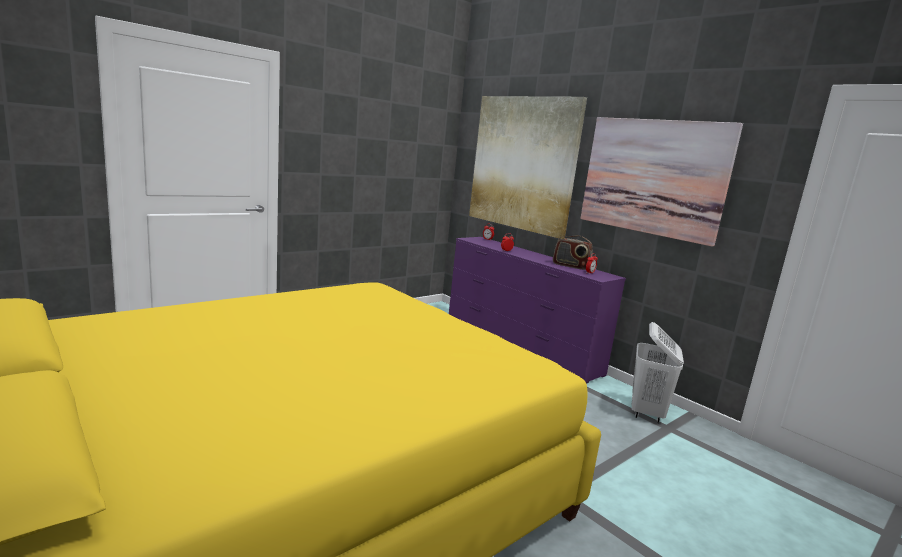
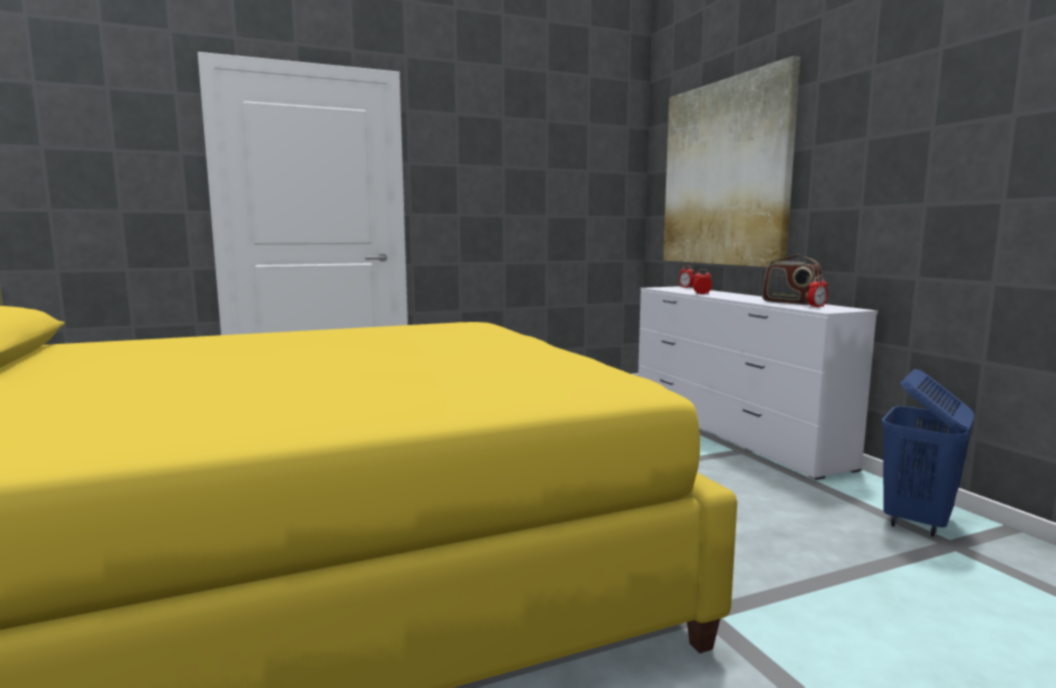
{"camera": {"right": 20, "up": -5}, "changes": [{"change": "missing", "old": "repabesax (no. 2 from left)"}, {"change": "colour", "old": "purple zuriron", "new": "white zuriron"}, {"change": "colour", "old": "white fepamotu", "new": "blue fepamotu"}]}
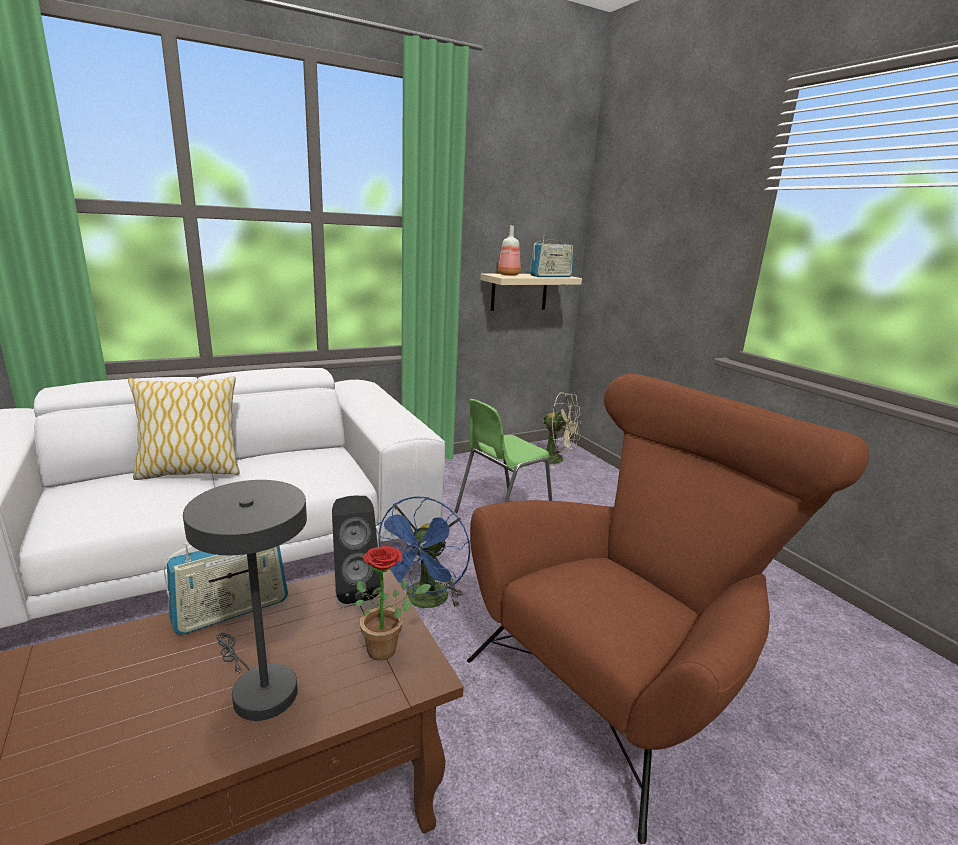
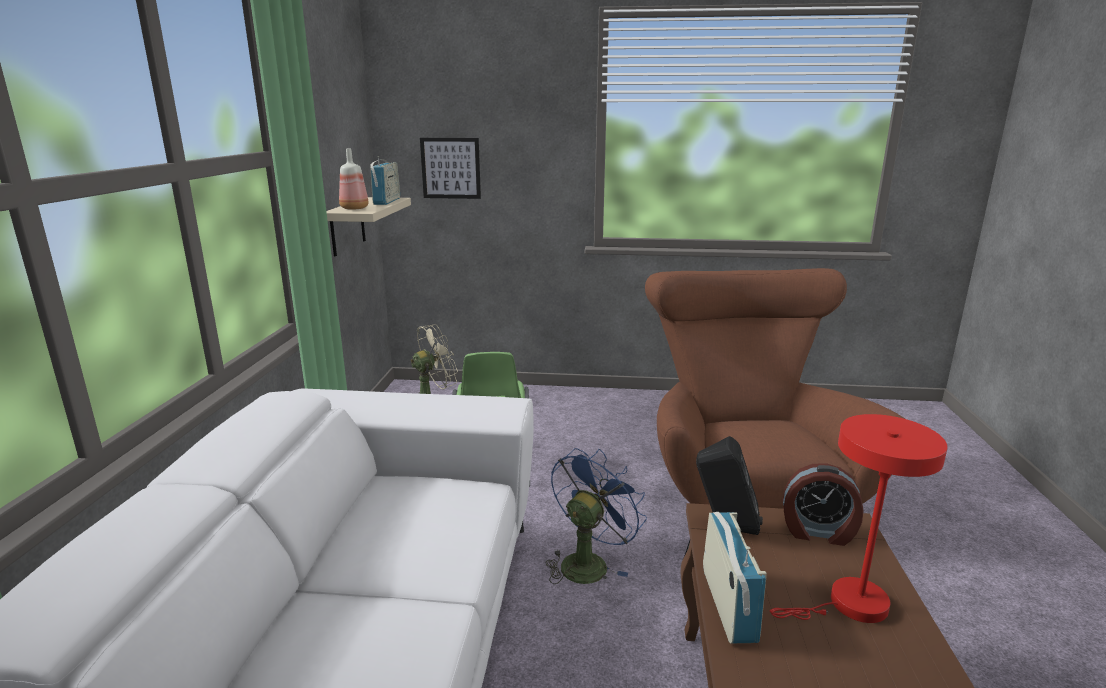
{"camera": {"right": -55, "up": 0}, "changes": [{"change": "missing", "old": "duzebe"}, {"change": "colour", "old": "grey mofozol", "new": "red mofozol"}, {"change": "spun", "old": "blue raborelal", "degrees": -105}, {"change": "exchanged", "old": "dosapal", "new": "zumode"}, {"change": "appeared", "new": "repabesax"}]}
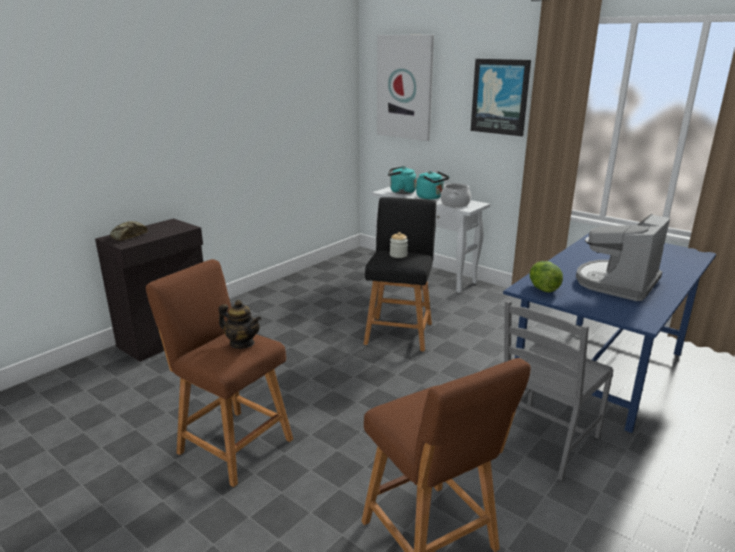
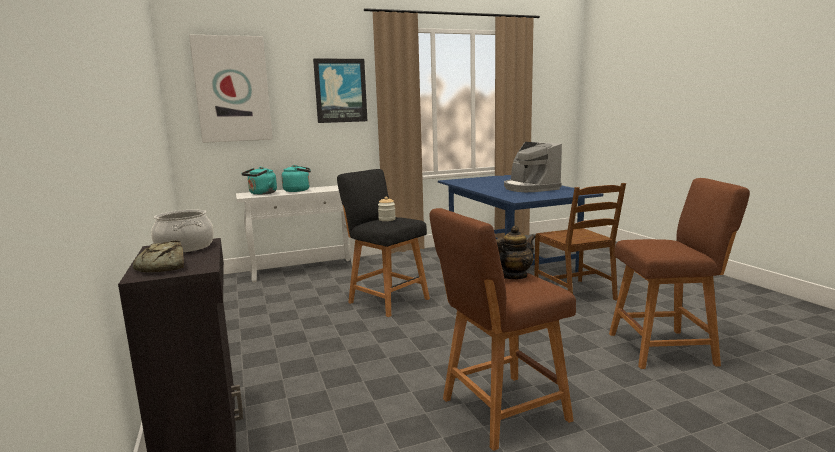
{"camera": {"right": -60, "up": -10}, "changes": [{"change": "relocated", "old": "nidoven"}, {"change": "missing", "old": "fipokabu"}, {"change": "colour", "old": "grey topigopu", "new": "brown topigopu"}]}
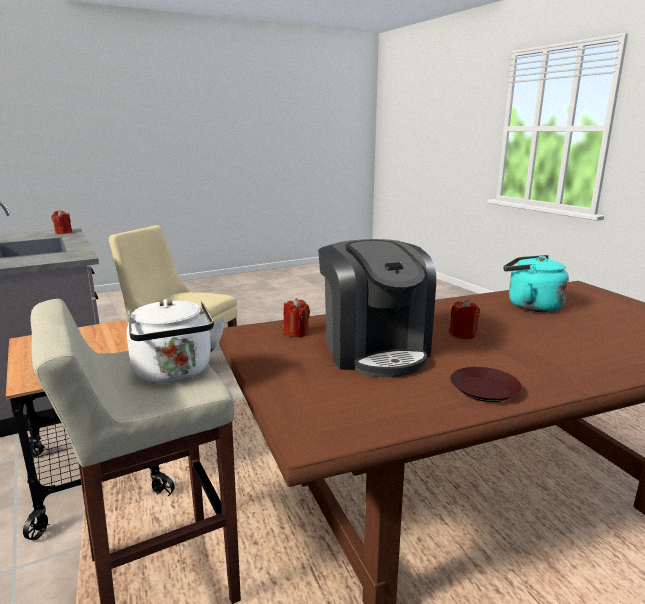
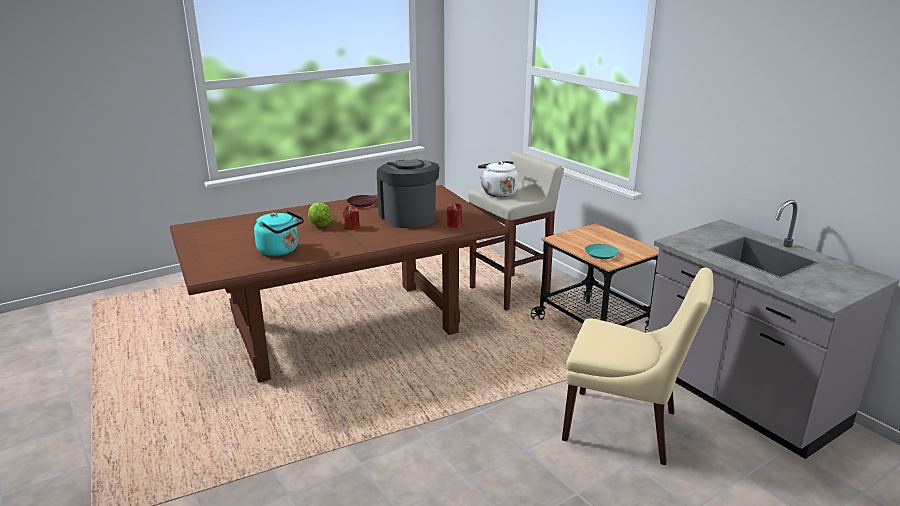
{"camera": {"right": 175, "up": 5}, "changes": [{"change": "missing", "old": "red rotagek (no. 1 from left)"}, {"change": "appeared", "new": "fipokabu"}, {"change": "appeared", "new": "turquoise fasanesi"}]}
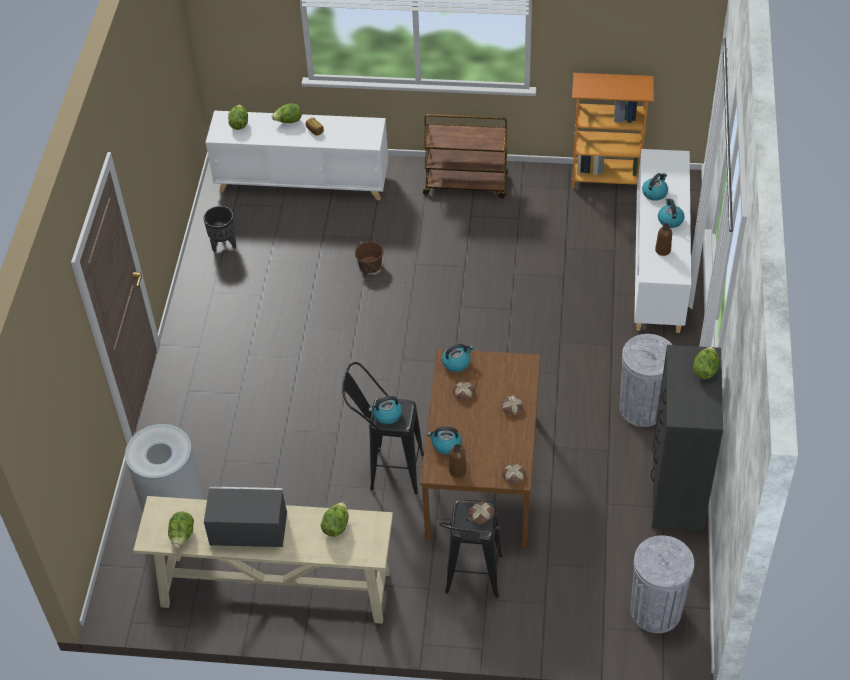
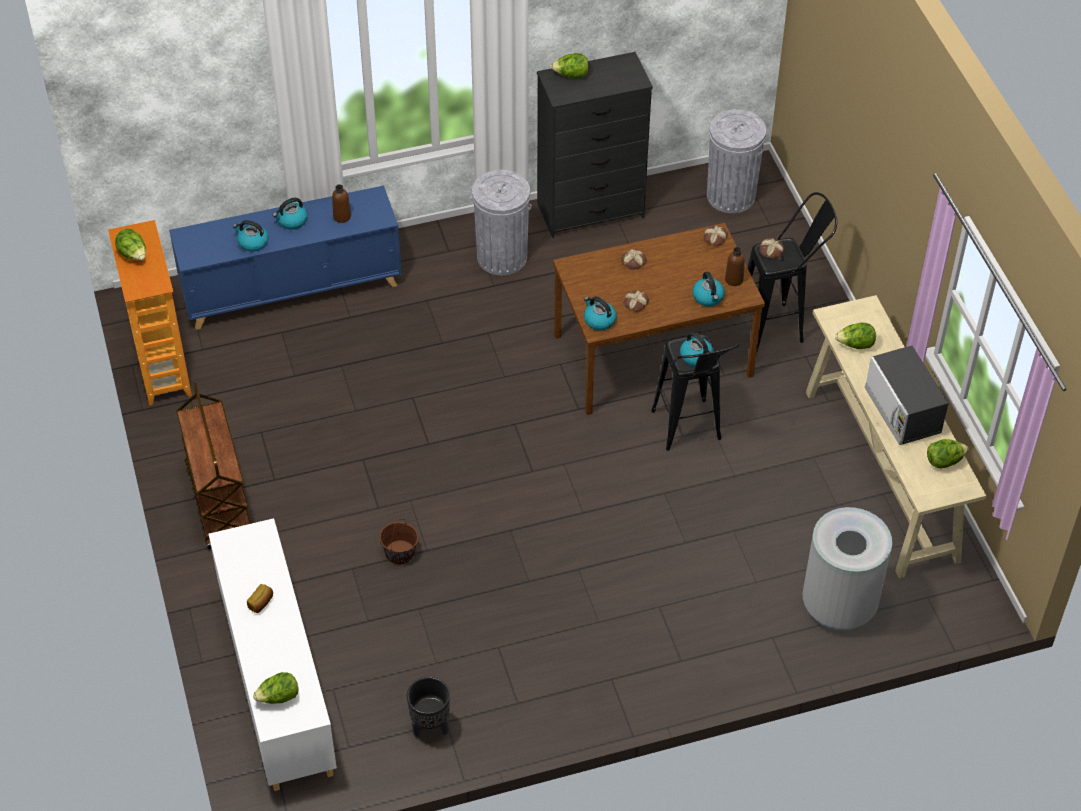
{"camera": {"right": -115, "up": 0}, "changes": [{"change": "relocated", "old": "fipokabu (no. 3 from left in the first image)", "new": "fipokabu (no. 1 from left)"}, {"change": "colour", "old": "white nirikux (no. 2 from left)", "new": "blue nirikux"}]}
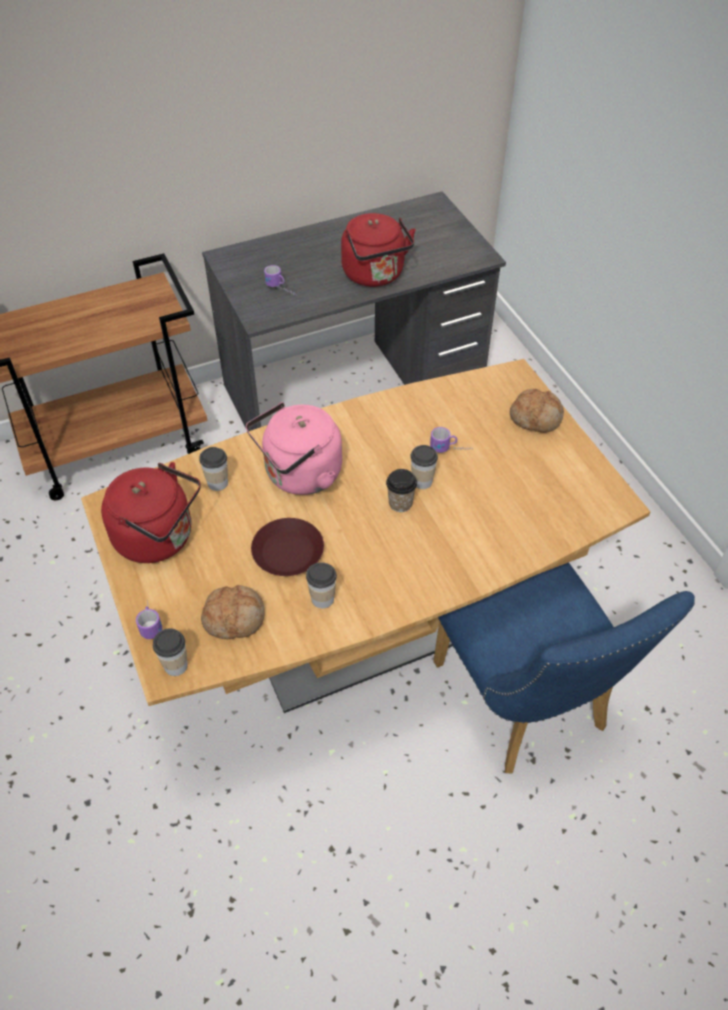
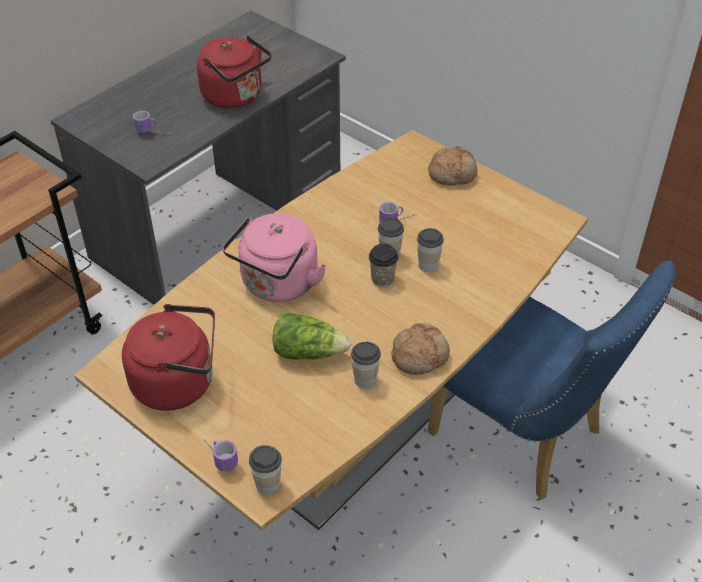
{"camera": {"right": -25, "up": -5}, "changes": [{"change": "relocated", "old": "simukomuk (no. 2 from left in the first image)", "new": "simukomuk (no. 5 from left)"}, {"change": "exchanged", "old": "brown fasanesi", "new": "fipokabu"}, {"change": "relocated", "old": "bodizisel (no. 1 from left)"}]}
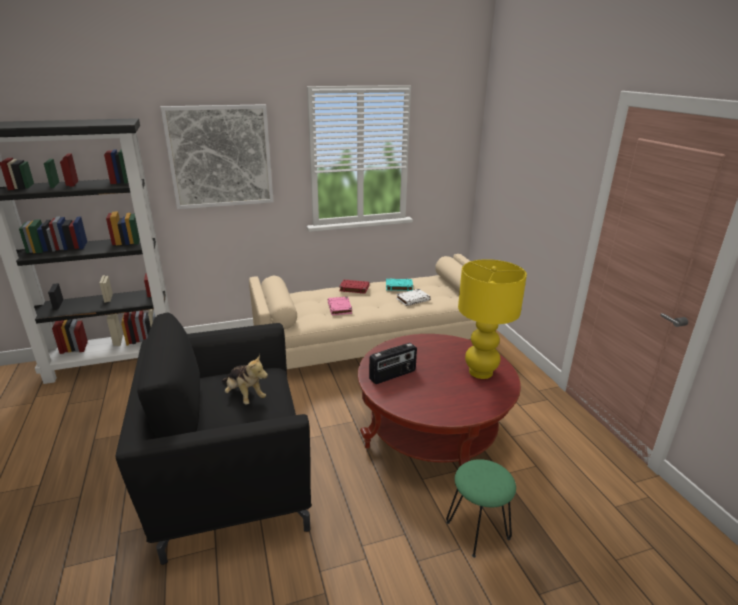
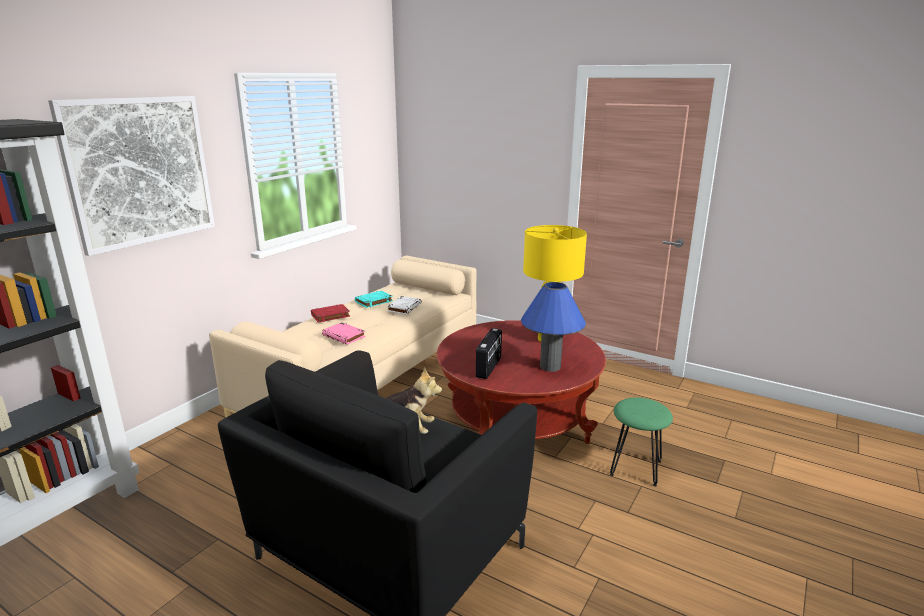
{"camera": {"right": -40, "up": -5}, "changes": [{"change": "appeared", "new": "blue mofozol"}]}
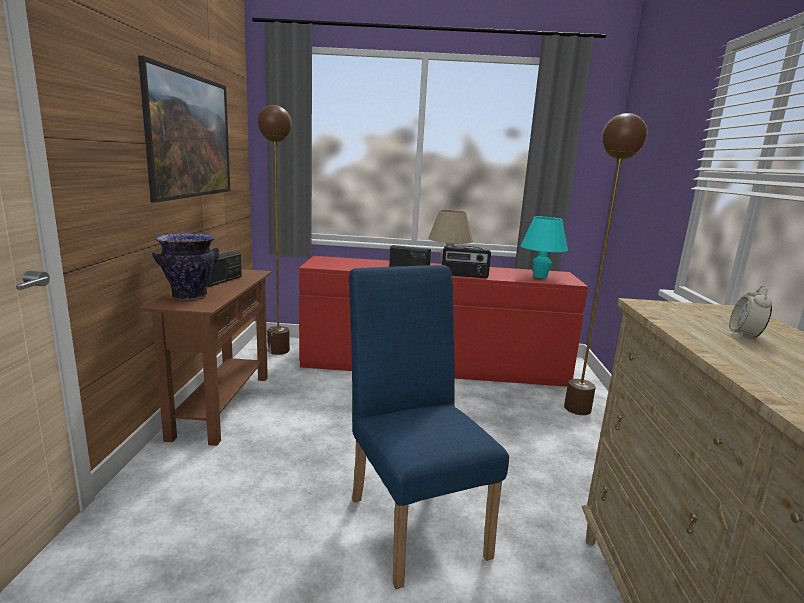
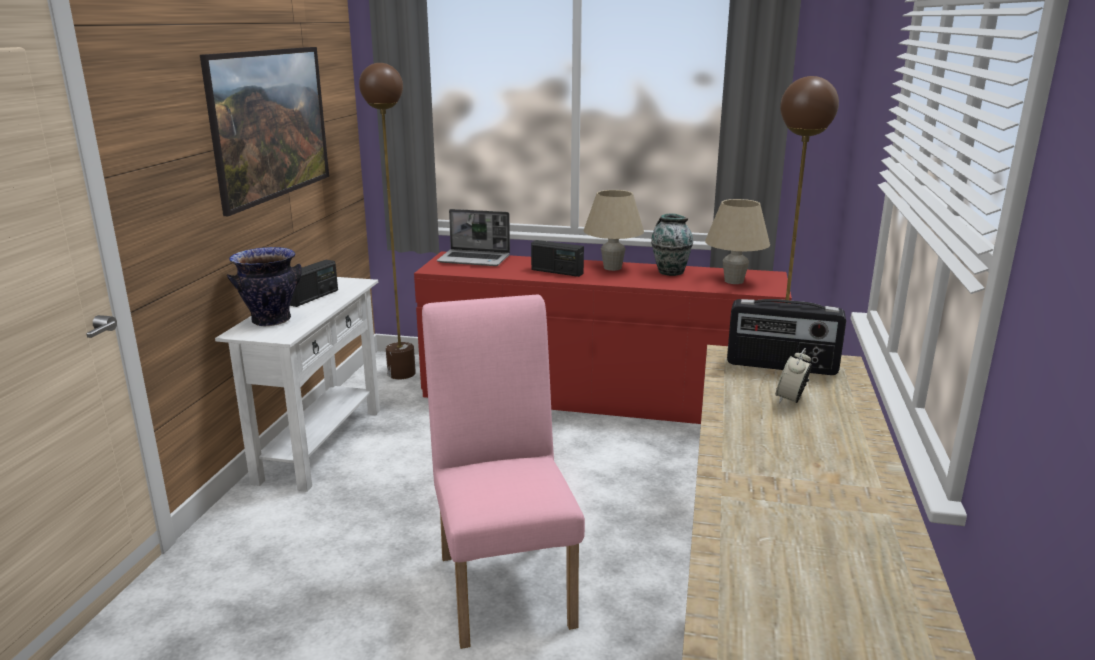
{"camera": {"right": 10, "up": 5}, "changes": [{"change": "colour", "old": "turquoise mofozol", "new": "beige mofozol (no. 2 from left)"}, {"change": "relocated", "old": "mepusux (no. 3 from left)"}, {"change": "colour", "old": "blue topigopu", "new": "pink topigopu"}, {"change": "colour", "old": "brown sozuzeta", "new": "white sozuzeta"}, {"change": "appeared", "new": "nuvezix"}, {"change": "appeared", "new": "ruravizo (no. 2 from left)"}]}
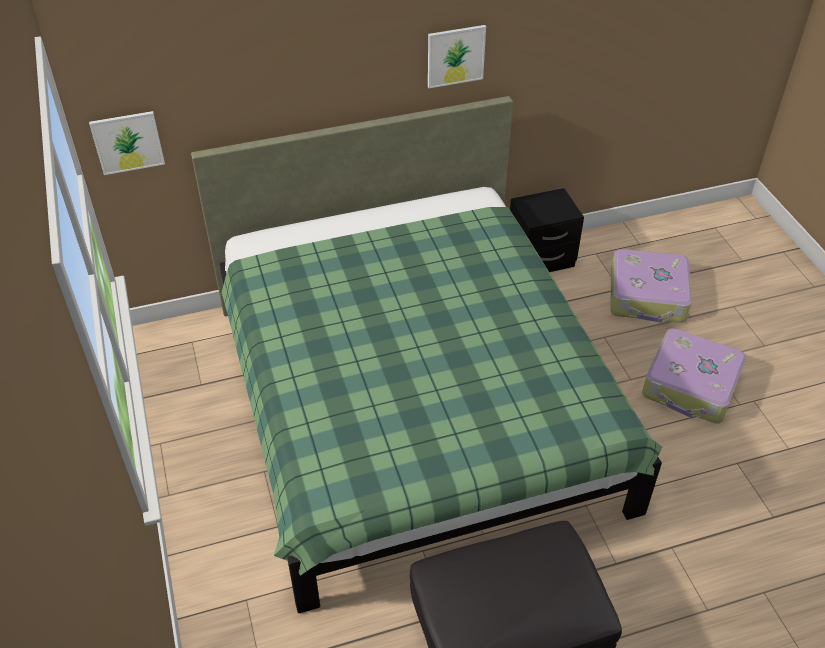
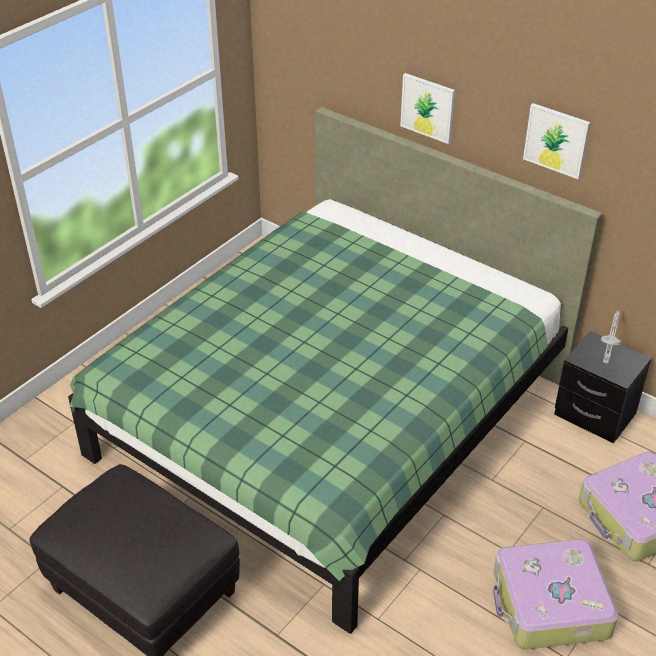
{"camera": {"right": 55, "up": -5}, "changes": [{"change": "relocated", "old": "repabesax (no. 1 from left)"}, {"change": "appeared", "new": "grey mofozol"}]}
